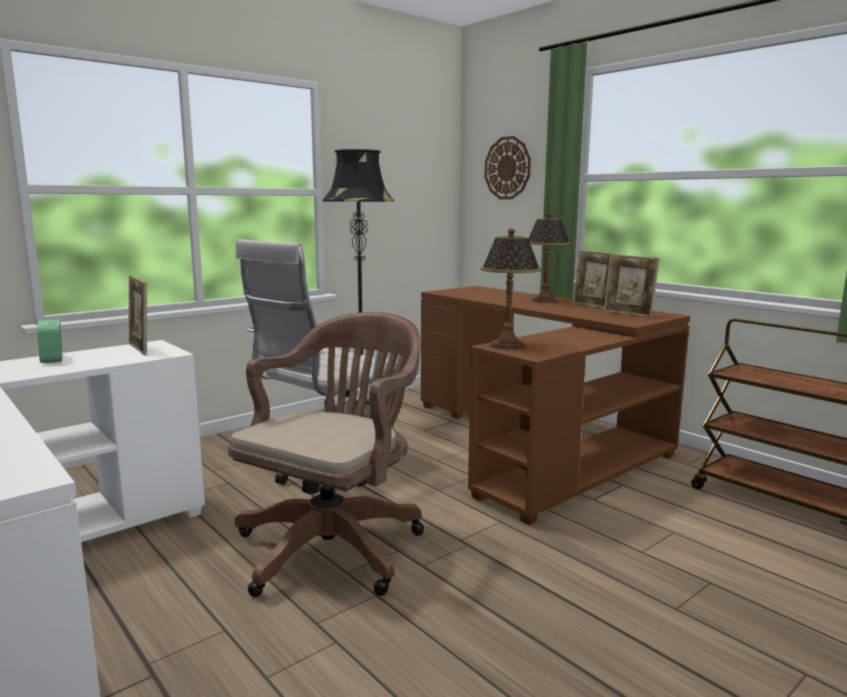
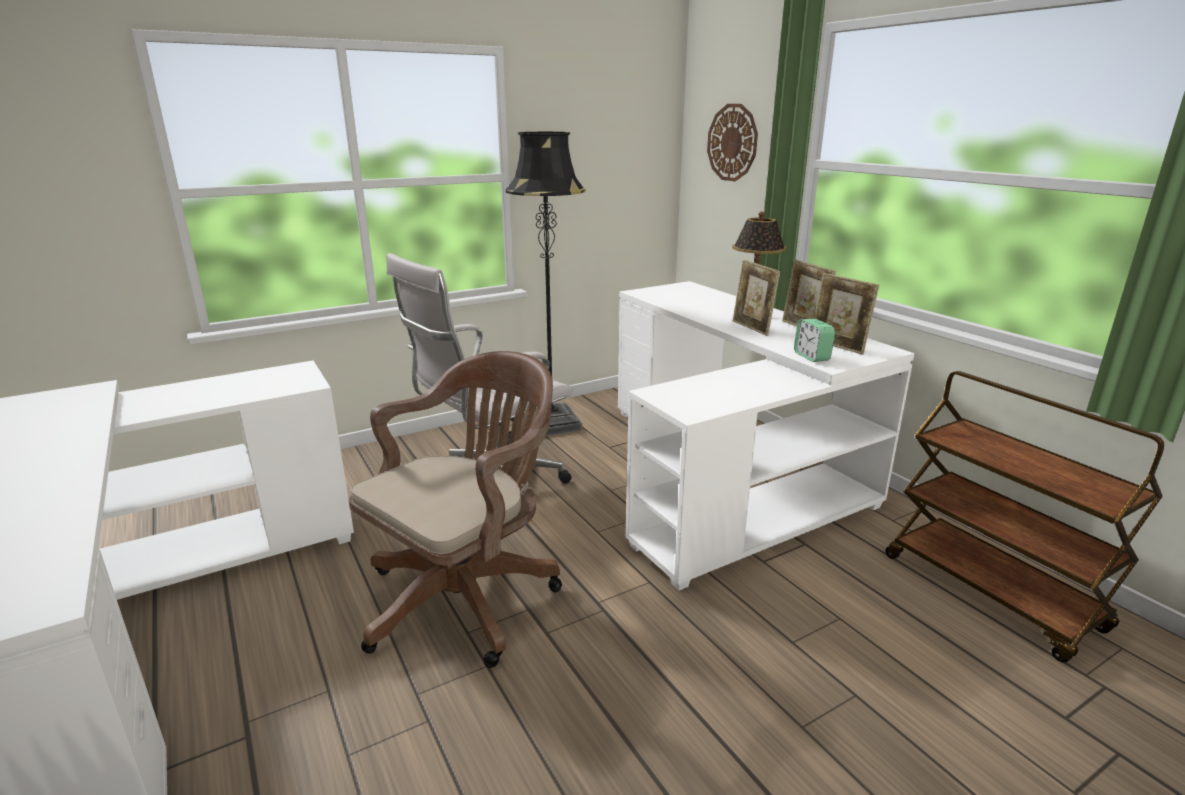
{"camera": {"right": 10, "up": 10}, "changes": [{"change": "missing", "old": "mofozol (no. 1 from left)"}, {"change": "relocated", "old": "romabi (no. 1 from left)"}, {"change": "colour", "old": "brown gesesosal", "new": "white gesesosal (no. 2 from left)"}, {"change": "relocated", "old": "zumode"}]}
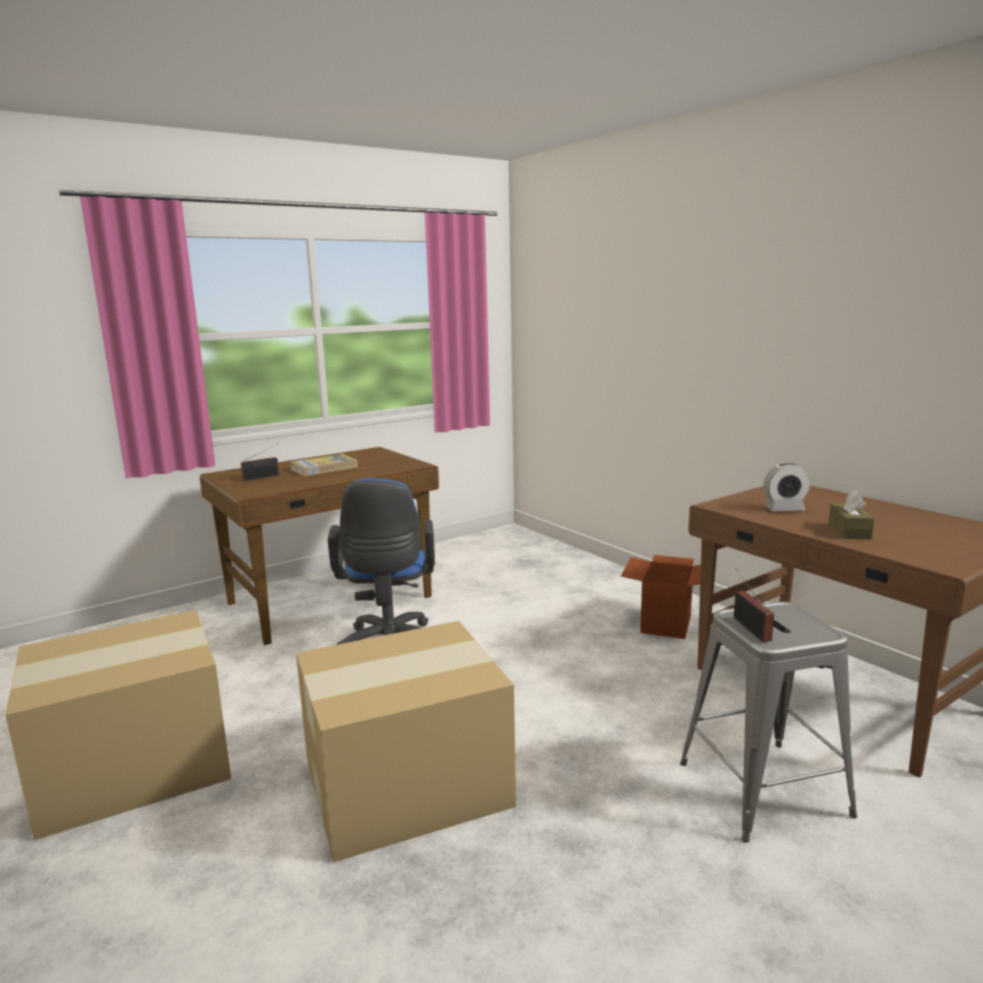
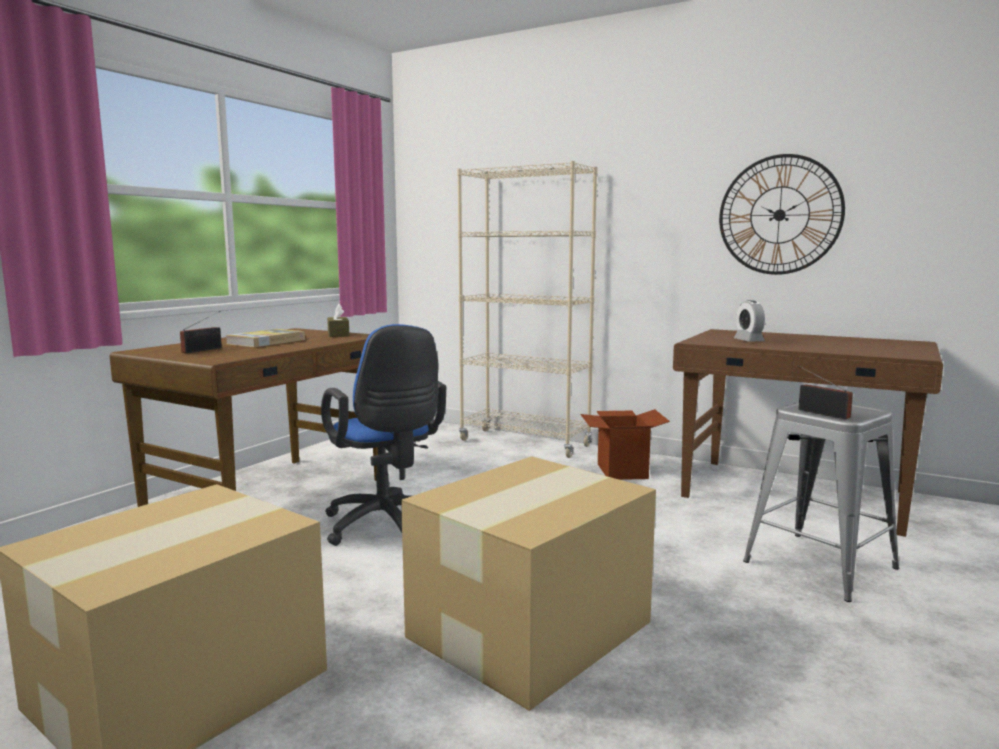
{"camera": {"right": -25, "up": -5}, "changes": [{"change": "spun", "old": "zumode", "degrees": 105}, {"change": "relocated", "old": "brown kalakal"}, {"change": "appeared", "new": "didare"}, {"change": "appeared", "new": "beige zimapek"}]}
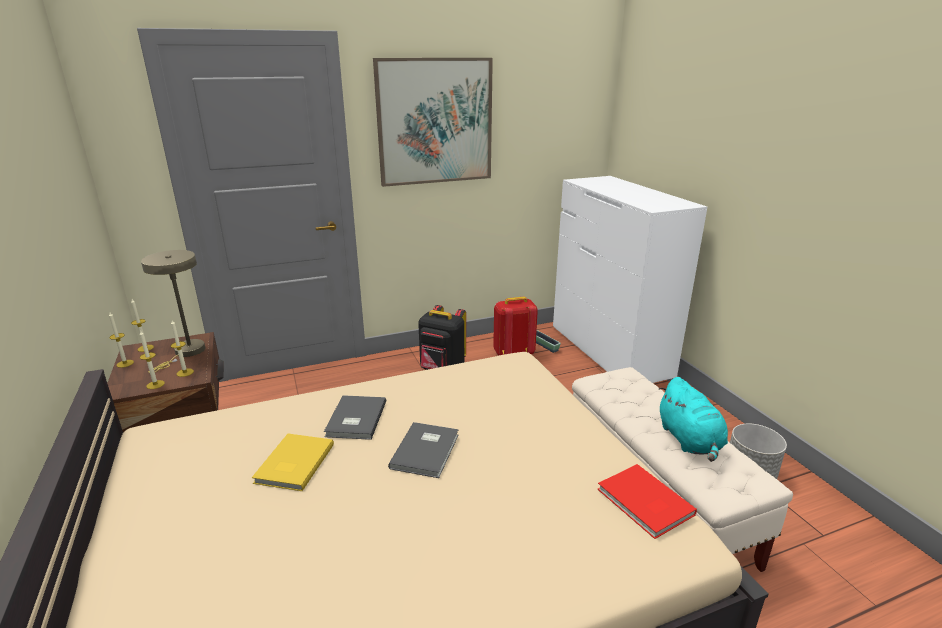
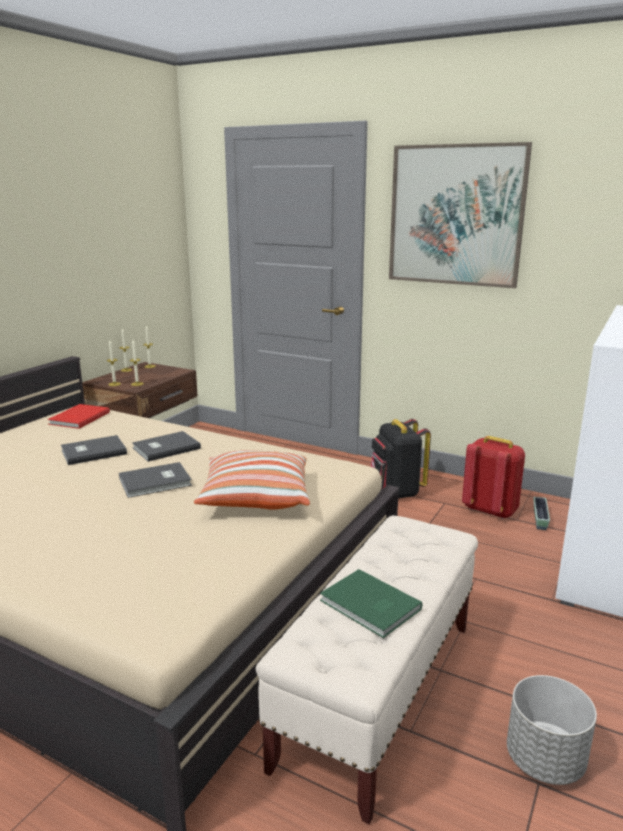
{"camera": {"right": 50, "up": -5}, "changes": [{"change": "missing", "old": "beige mofozol"}, {"change": "exchanged", "old": "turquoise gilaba", "new": "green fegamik"}, {"change": "colour", "old": "yellow fegamik", "new": "grey fegamik (no. 1 from left)"}, {"change": "relocated", "old": "red fegamik"}, {"change": "appeared", "new": "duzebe"}]}
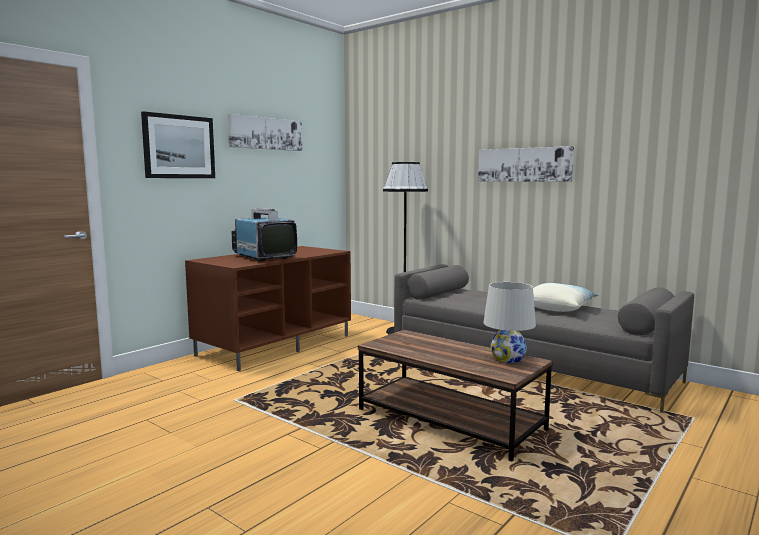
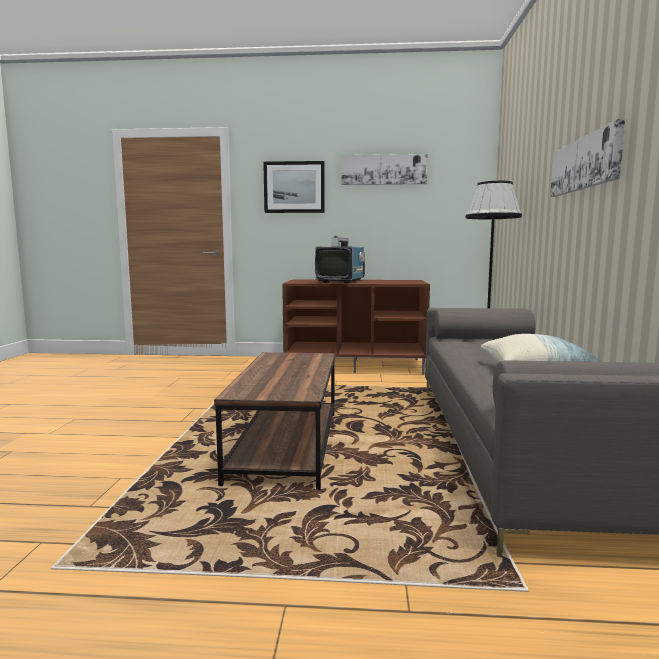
{"camera": {"right": 55, "up": 0}, "changes": [{"change": "missing", "old": "white mofozol"}]}
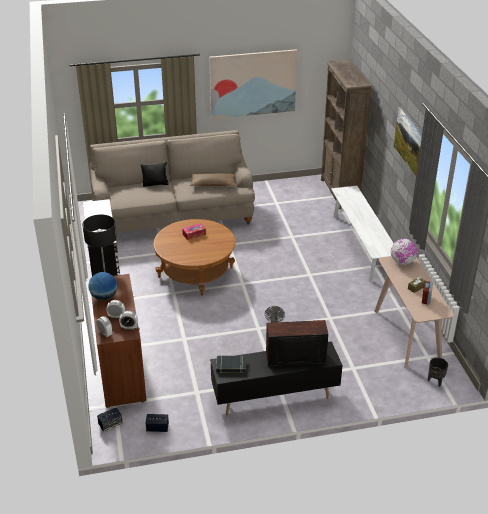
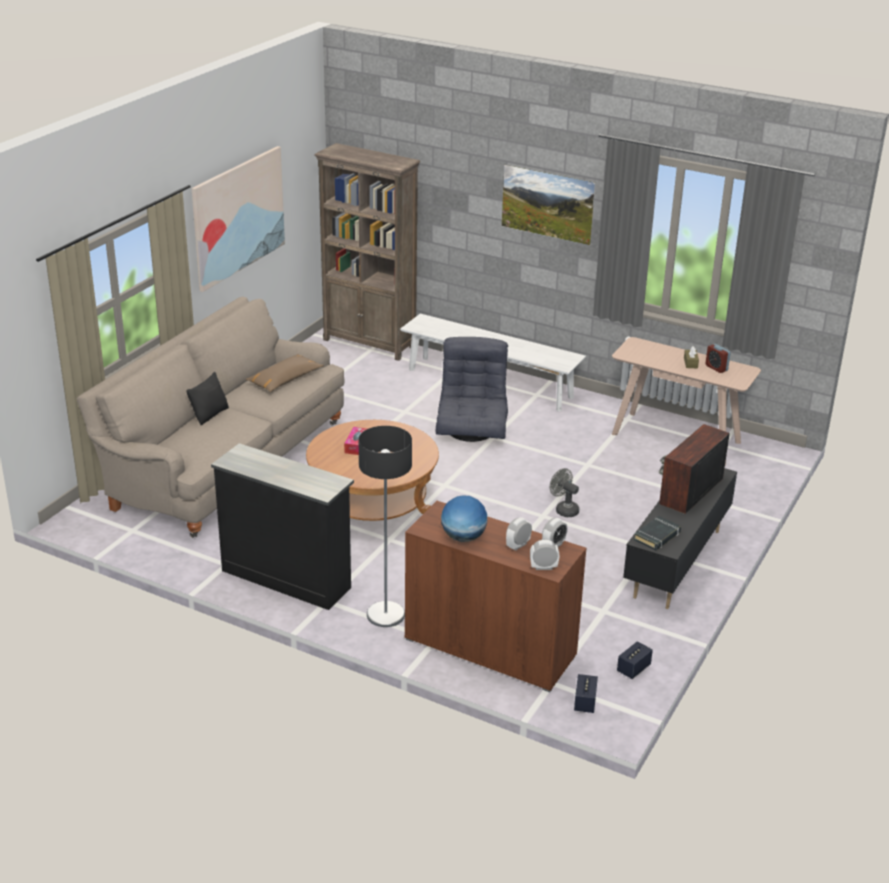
{"camera": {"right": -50, "up": -5}, "changes": [{"change": "missing", "old": "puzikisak (no. 2 from left)"}, {"change": "missing", "old": "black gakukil"}, {"change": "appeared", "new": "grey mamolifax"}]}
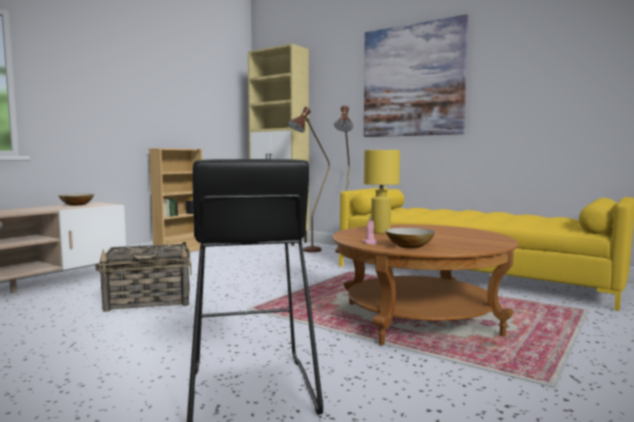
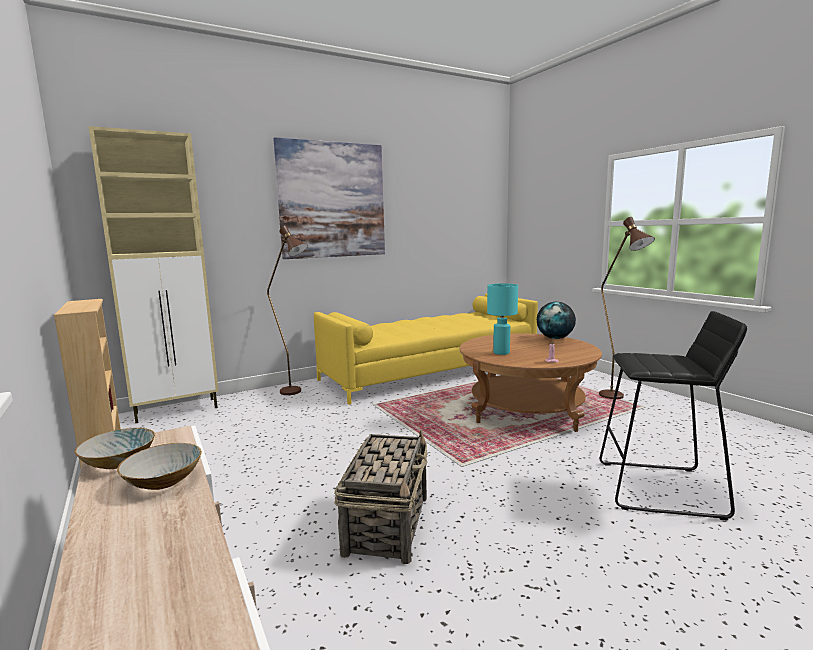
{"camera": {"right": -65, "up": 5}, "changes": [{"change": "relocated", "old": "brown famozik (no. 1 from left in the first image)", "new": "brown famozik (no. 2 from left)"}, {"change": "colour", "old": "yellow mofozol", "new": "turquoise mofozol"}, {"change": "relocated", "old": "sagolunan (no. 2 from left)"}, {"change": "appeared", "new": "puzikisak"}]}
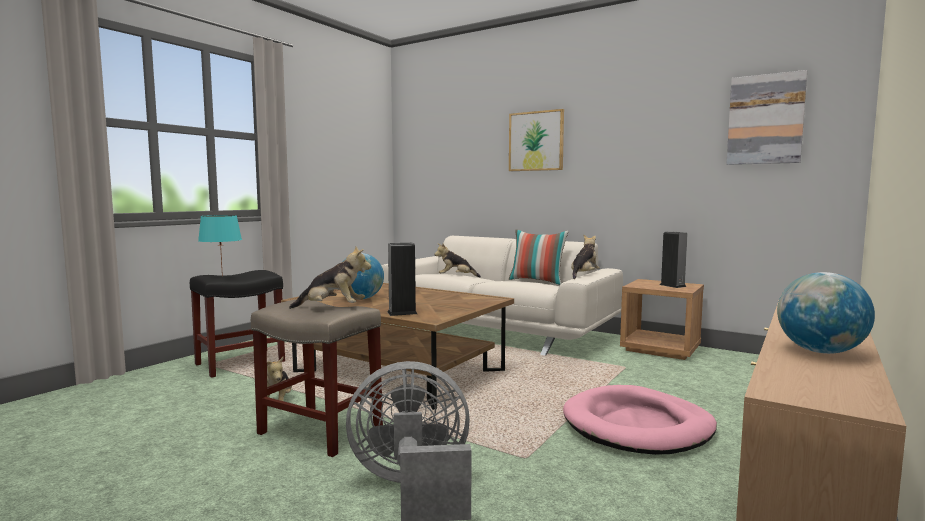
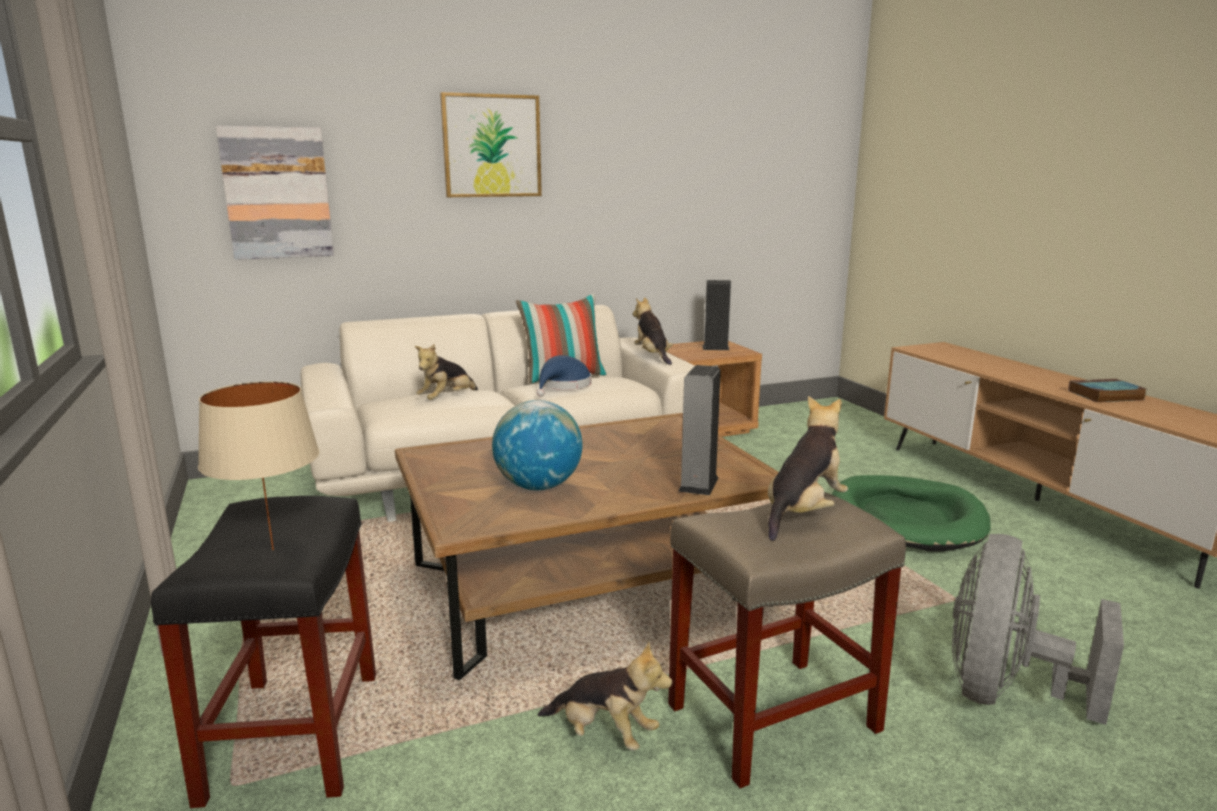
{"camera": {"right": -55, "up": 10}, "changes": [{"change": "relocated", "old": "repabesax (no. 2 from left in the first image)", "new": "repabesax (no. 1 from left)"}, {"change": "colour", "old": "turquoise mofozol", "new": "beige mofozol"}, {"change": "exchanged", "old": "puzikisak (no. 2 from left)", "new": "fegamik"}, {"change": "colour", "old": "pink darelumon", "new": "green darelumon"}, {"change": "appeared", "new": "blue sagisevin"}]}
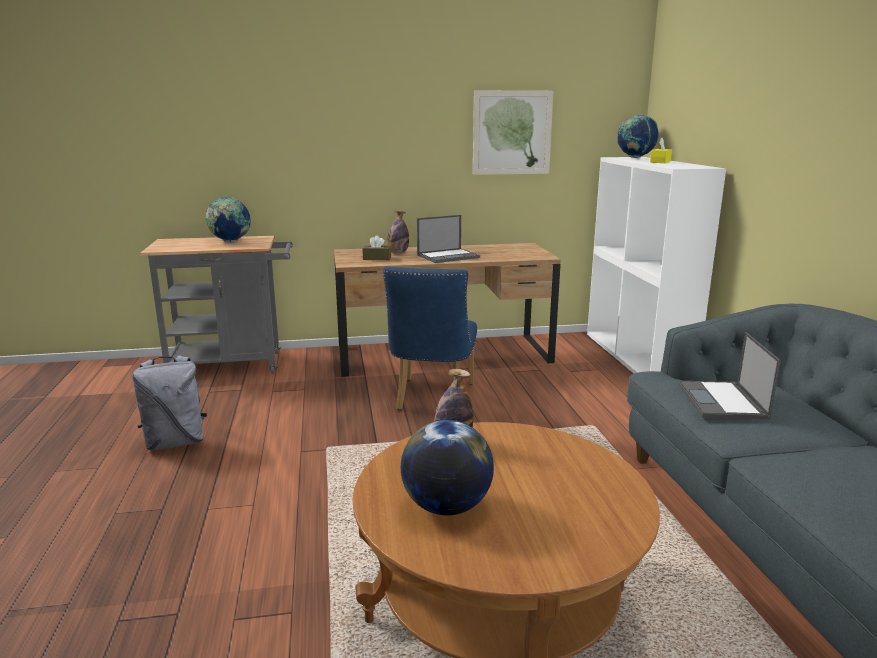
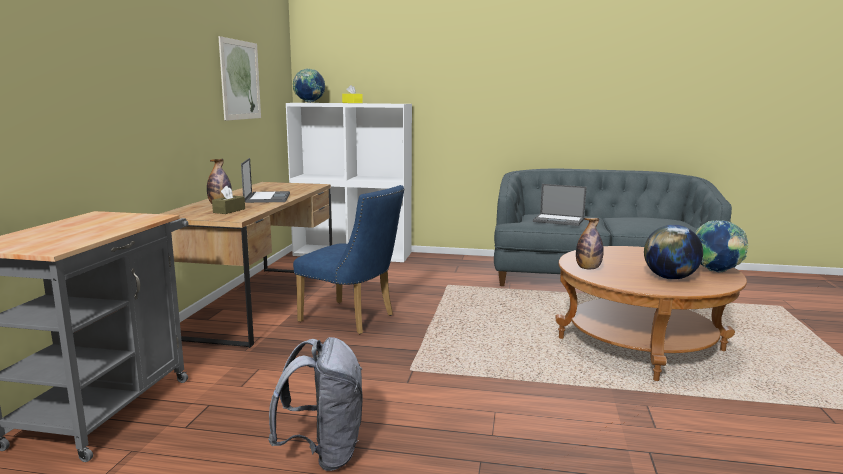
{"camera": {"right": -70, "up": -5}, "changes": [{"change": "relocated", "old": "puzikisak (no. 1 from left in the first image)", "new": "puzikisak (no. 3 from left)"}]}
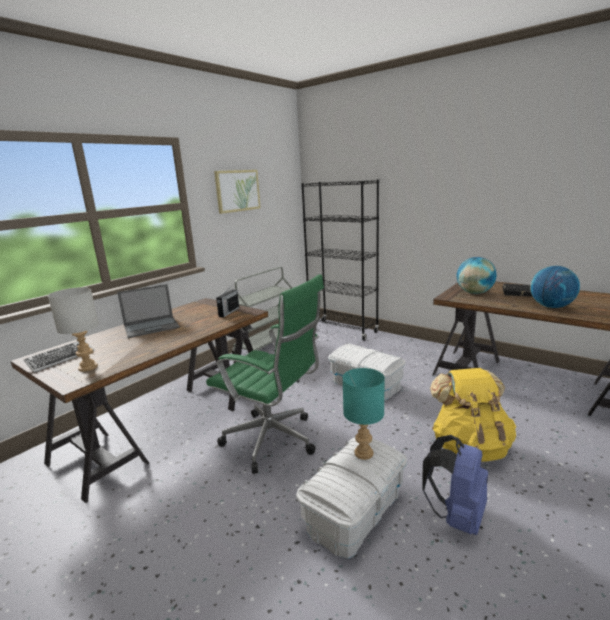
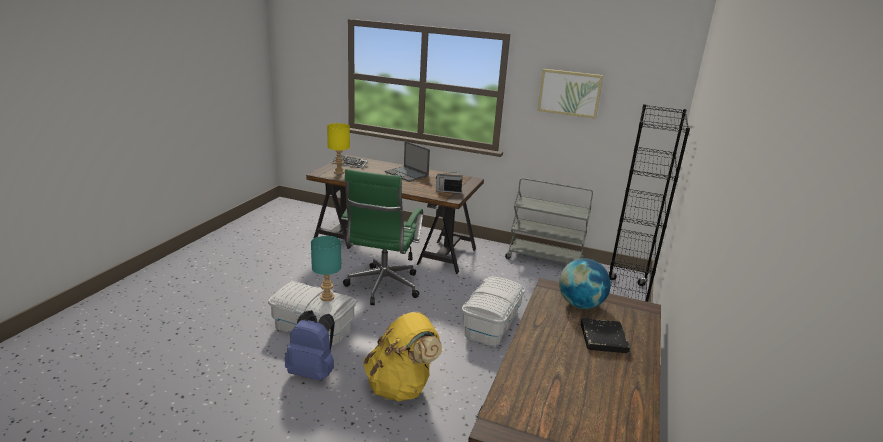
{"camera": {"right": 70, "up": 5}, "changes": [{"change": "missing", "old": "puzikisak (no. 2 from left)"}, {"change": "colour", "old": "grey mofozol", "new": "yellow mofozol"}]}
